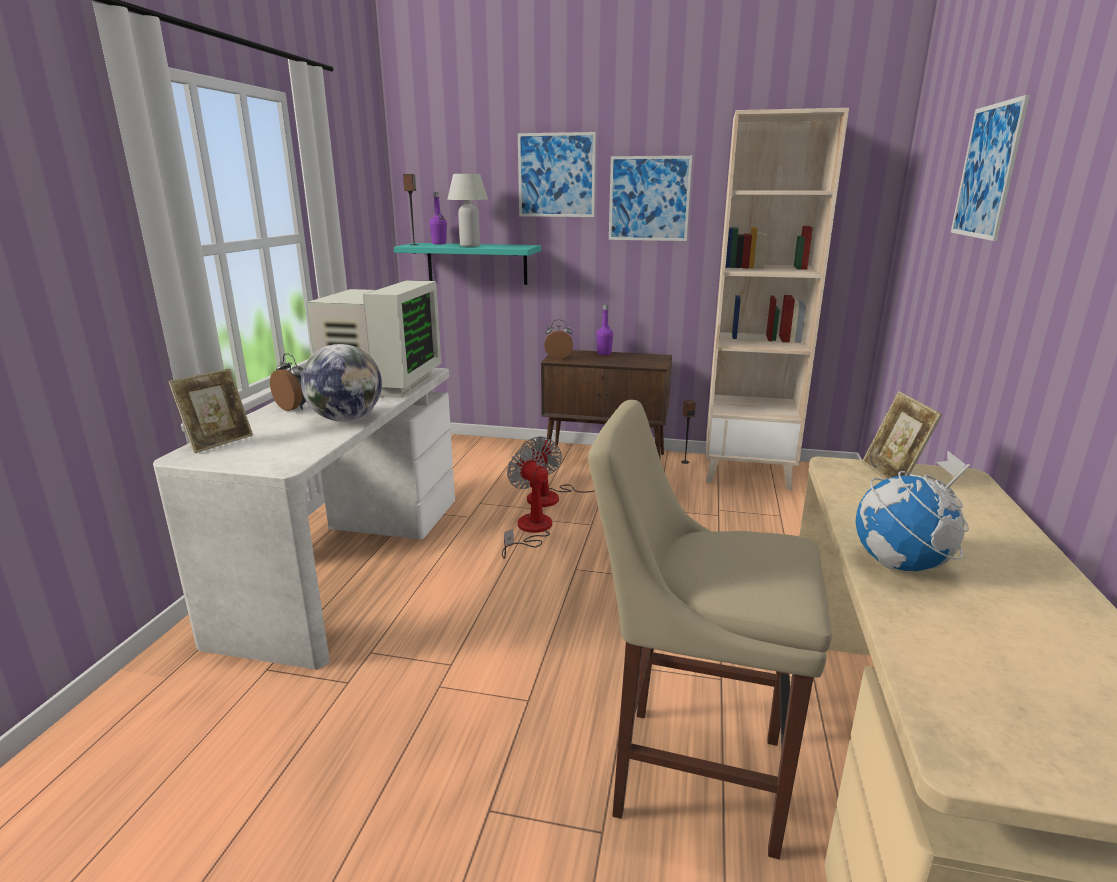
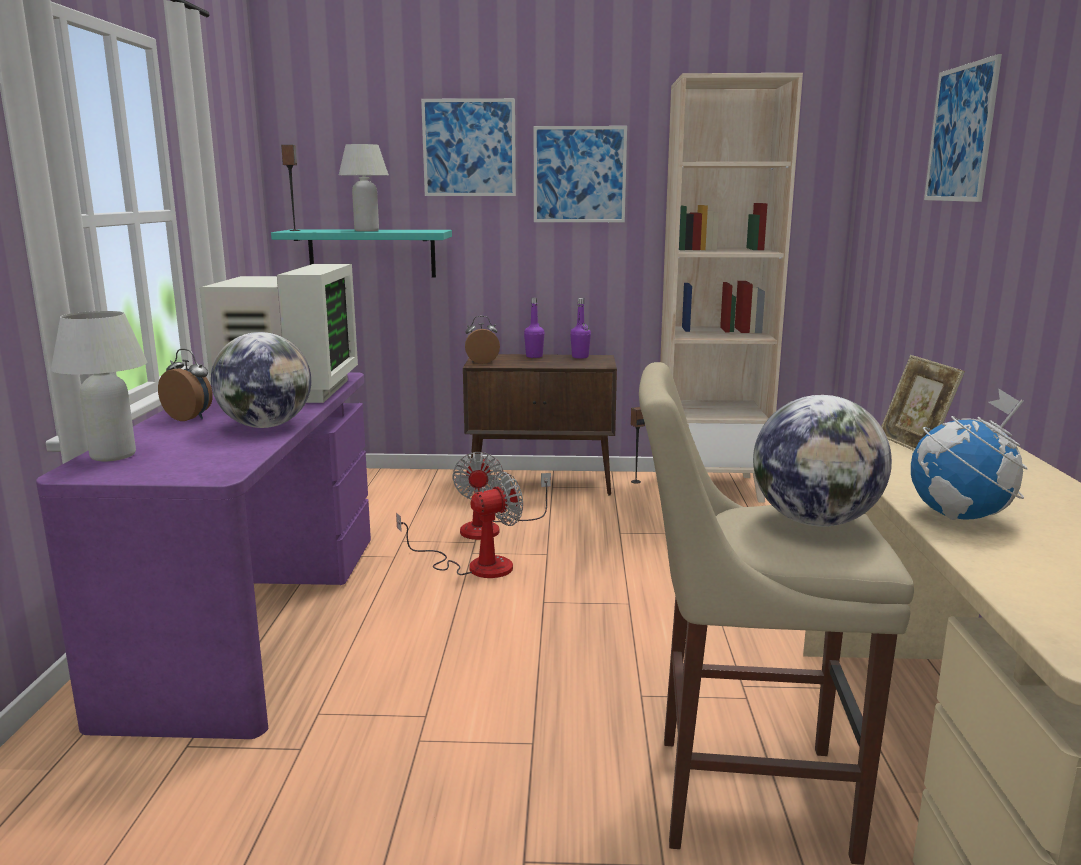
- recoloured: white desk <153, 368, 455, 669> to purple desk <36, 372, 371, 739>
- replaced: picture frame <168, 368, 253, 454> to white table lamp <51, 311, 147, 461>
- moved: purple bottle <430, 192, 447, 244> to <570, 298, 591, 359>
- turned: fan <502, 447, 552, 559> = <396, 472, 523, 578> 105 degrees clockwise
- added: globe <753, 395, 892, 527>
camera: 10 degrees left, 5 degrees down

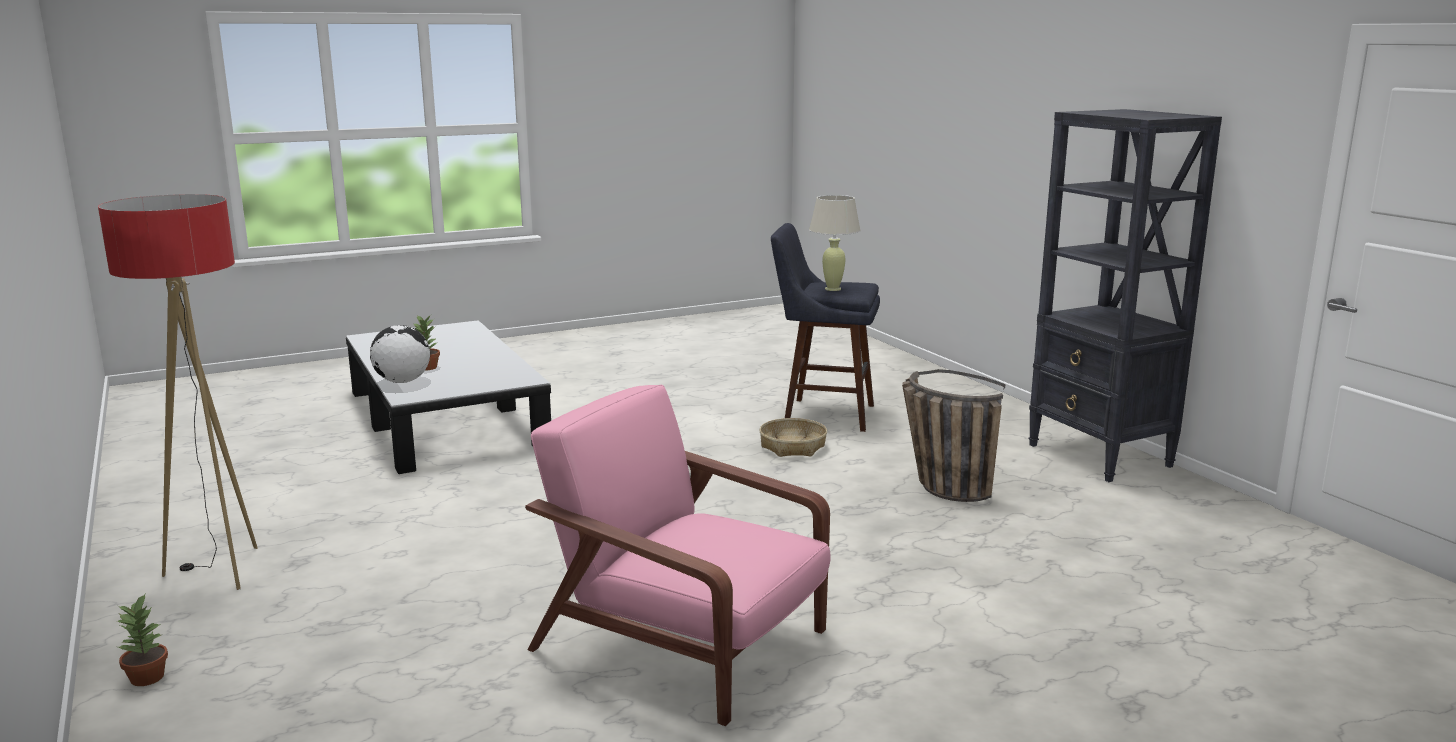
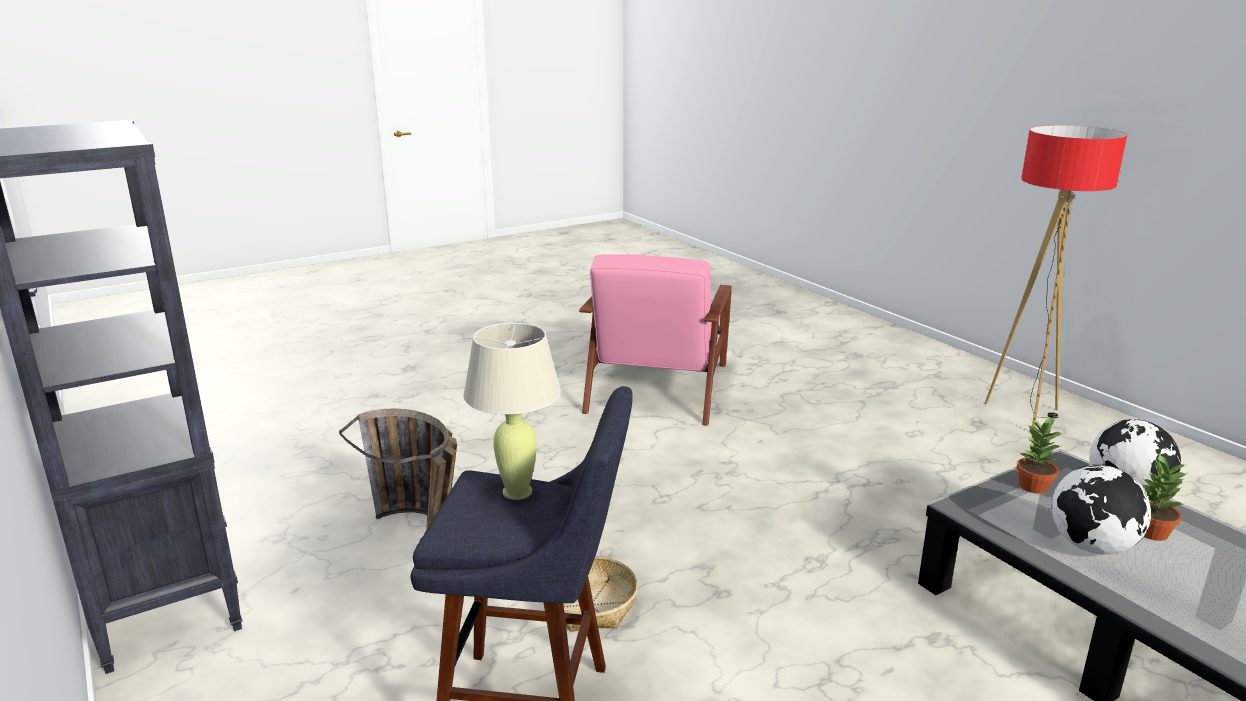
- moved: potted plant <117, 594, 168, 686> to <1017, 416, 1062, 494>
- turned: pink armchair <525, 384, 831, 726> = <579, 254, 732, 426> 75 degrees clockwise
- added: globe <1051, 465, 1151, 555>
camera: 175 degrees right, 5 degrees up

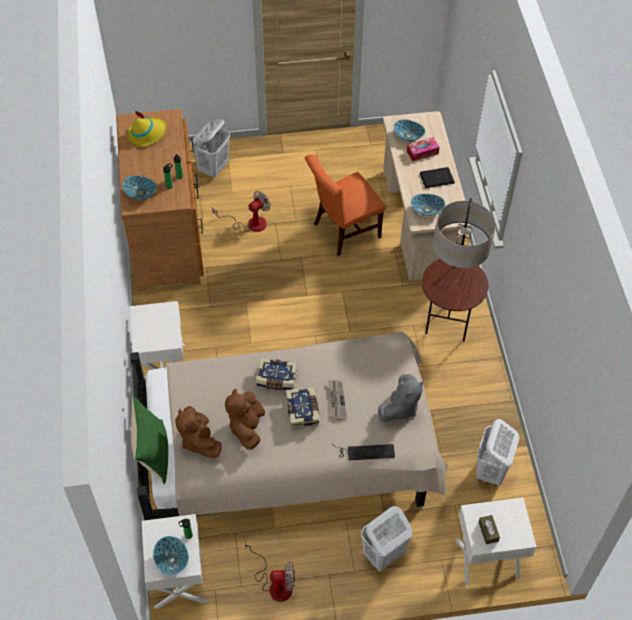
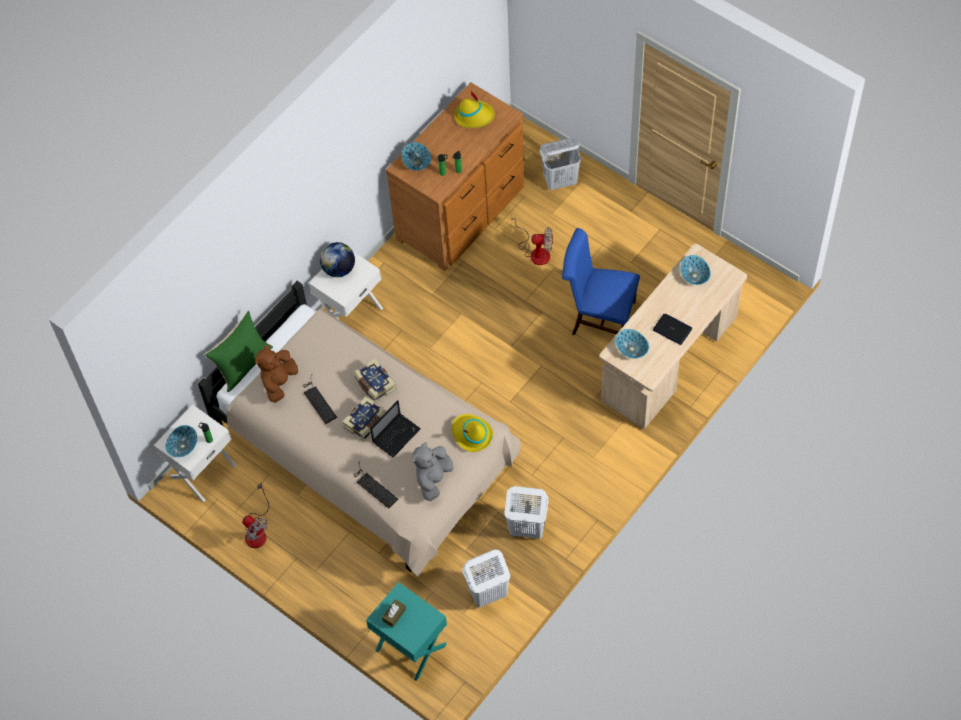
- replaced: brown plush toy <225, 389, 265, 450> to keyboard <303, 375, 337, 424>
- recoloured: orange chair <305, 155, 386, 256> to blue chair <562, 228, 640, 335>
- replaced: newspaper <329, 380, 347, 420> to laptop <370, 400, 421, 458>
- moved: white laundry basket <361, 506, 413, 571> to <504, 486, 549, 539>
- turned: grey plush toy <378, 374, 424, 422> = <412, 442, 454, 501> 120 degrees clockwise
- removed: tissue box <407, 137, 440, 161>
- removed: floor lamp <422, 198, 496, 342>
- recoloured: white nightstand <456, 497, 537, 586> to turquoise nightstand <366, 582, 447, 681>
- added: globe <320, 242, 355, 277>
- added: yellow hat <451, 414, 493, 452>
camera: 50 degrees right, 5 degrees up

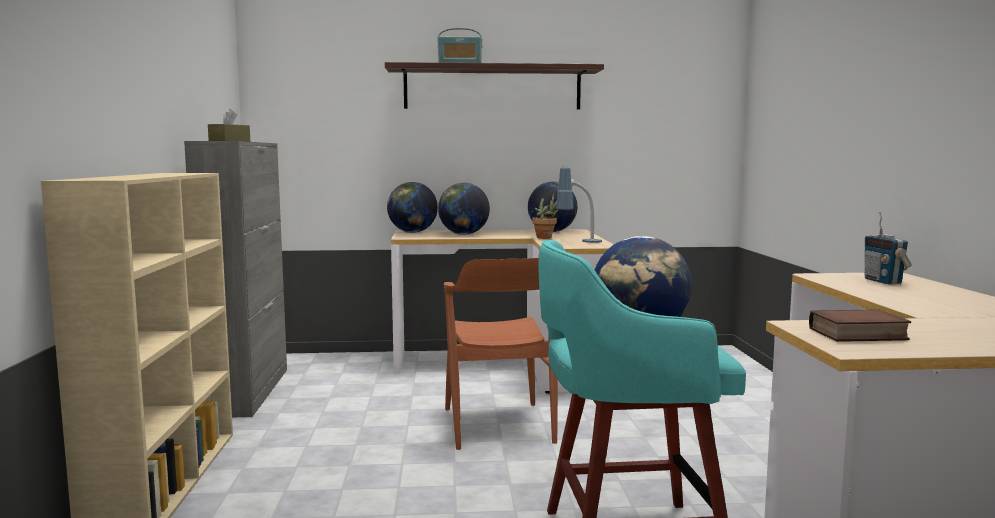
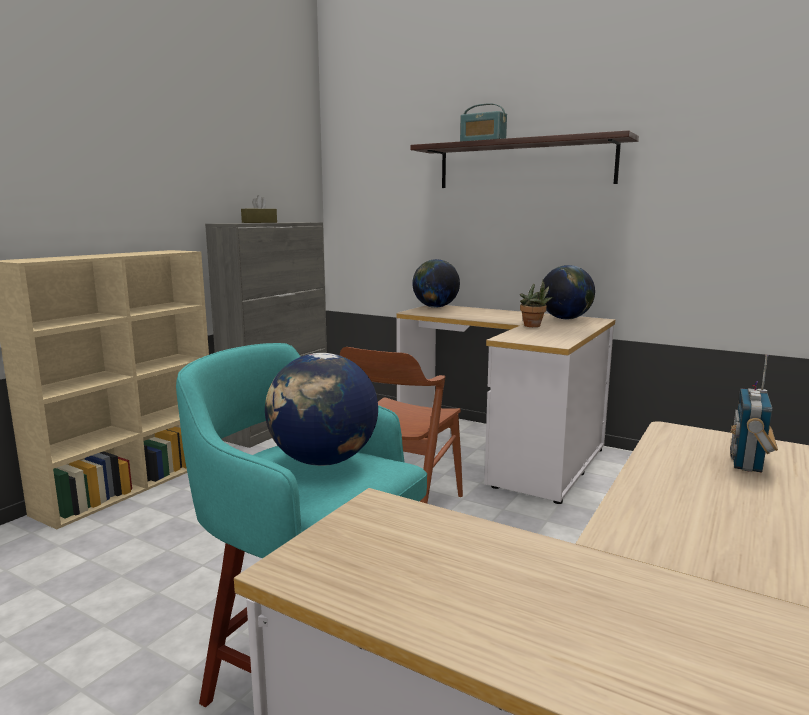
- removed: globe <438, 183, 490, 235>
- removed: table lamp <556, 166, 602, 243>
- removed: book <809, 309, 911, 342>
camera: 35 degrees right, 5 degrees up

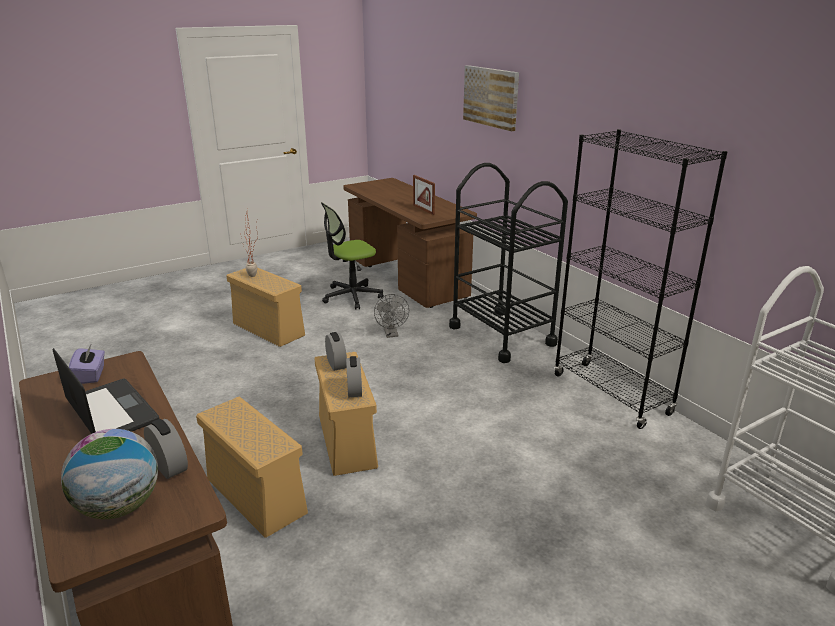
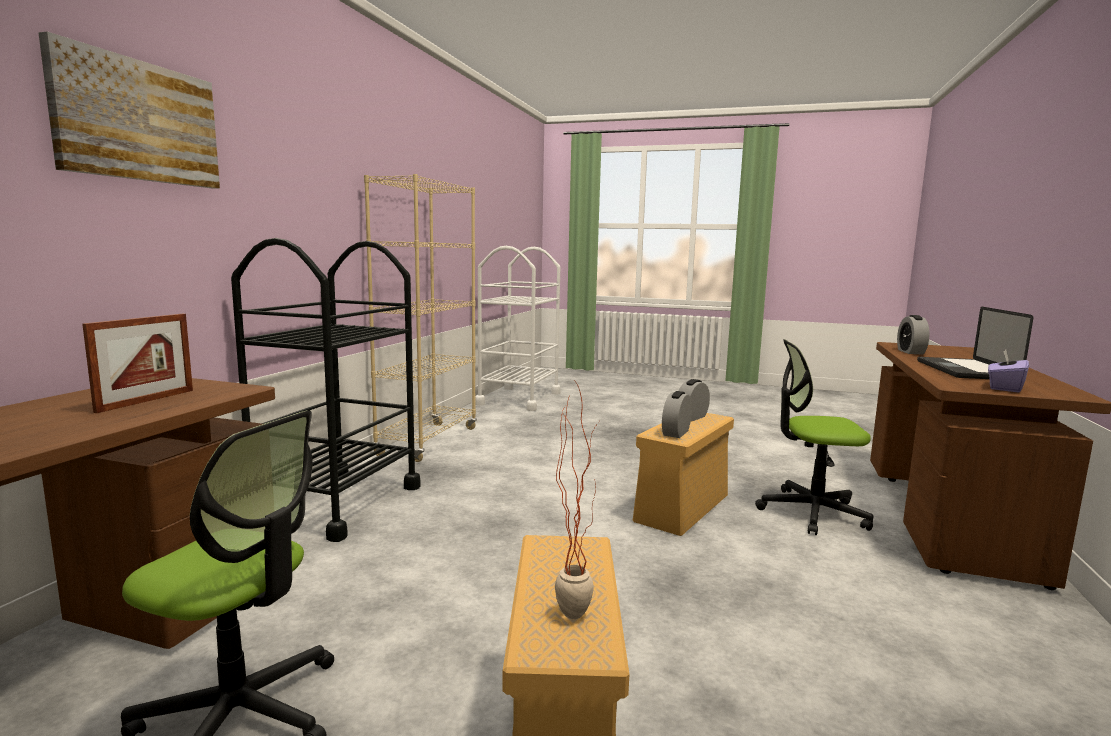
- removed: globe <61, 429, 158, 519>
- replaced: beige storage box <196, 397, 308, 538> to office chair <755, 339, 873, 535>
- removed: grey fan <374, 294, 409, 338>
- recoloured: black bookcase <554, 129, 727, 429> to beige bookcase <364, 174, 477, 462>
camera: 130 degrees left, 15 degrees down

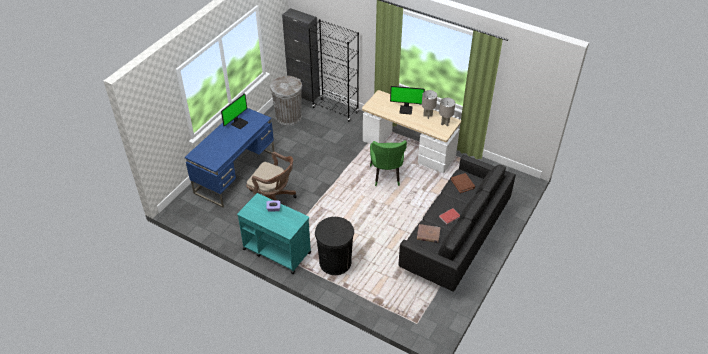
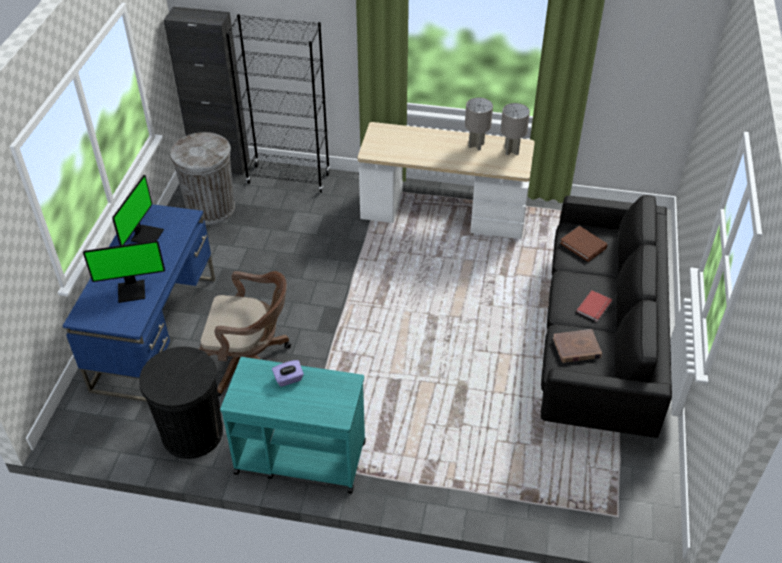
- moved: black trash can <315, 217, 354, 275> to <139, 346, 223, 459>
- removed: green chair <370, 140, 407, 186>
- moved: monitor <390, 86, 425, 115> to <83, 240, 165, 303>
camera: 20 degrees left, 0 degrees up

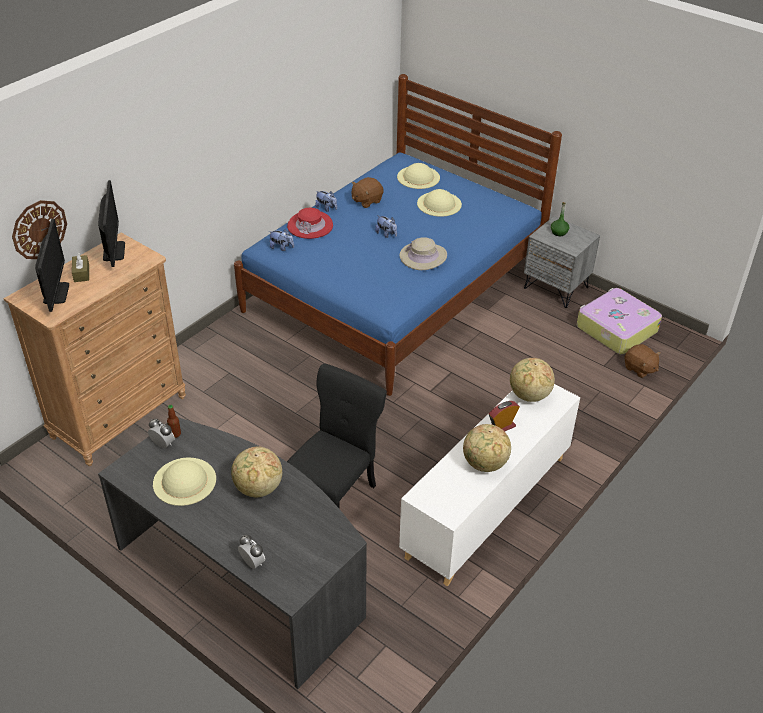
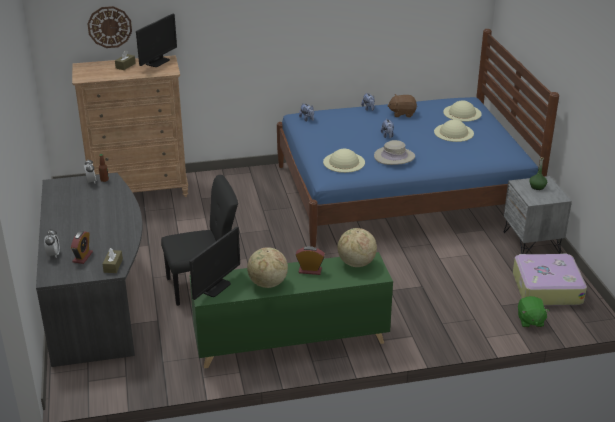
- moved: monitor <35, 219, 69, 312> to <189, 227, 240, 300>
- moved: beige hat <153, 457, 216, 506> to <323, 149, 365, 173>
- removed: globe <231, 446, 282, 497>
- removed: red hat <287, 208, 333, 239>
- recoloured: white cabinet <399, 384, 580, 586> to green cabinet <189, 252, 393, 369>
- recoloured: brown plush toy <624, 344, 661, 378> to green plush toy <518, 296, 549, 328>
- added: alarm clock <71, 231, 93, 264>
- added: brown tissue box <103, 248, 123, 273>
camera: 40 degrees right, 10 degrees down

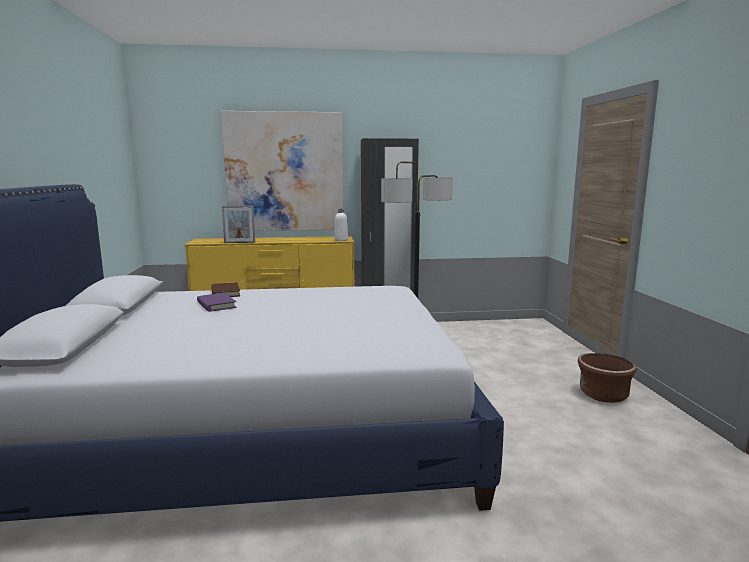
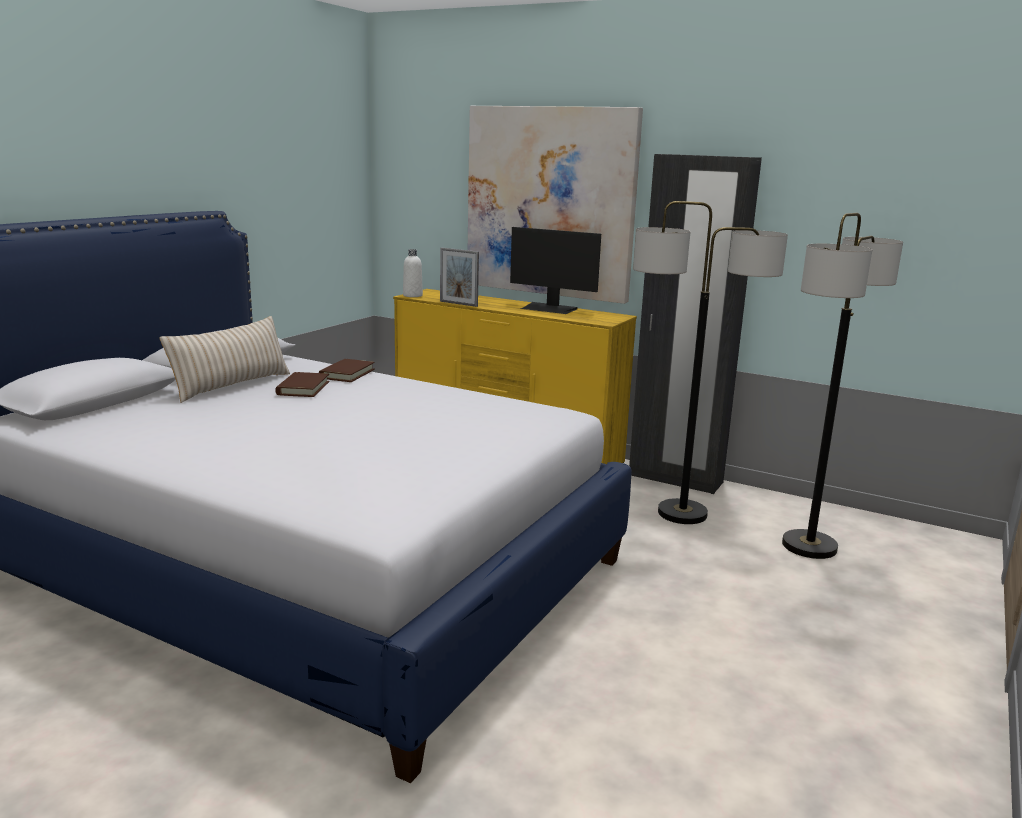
- recoloured: purple book <197, 293, 237, 312> to brown book <275, 372, 329, 397>
- moved: white bottle <334, 208, 348, 241> to <403, 249, 423, 297>
- removed: brown planter <578, 353, 637, 403>
- added: beige pillow <159, 316, 290, 403>
- added: monitor <510, 227, 601, 314>
- added: floor lamp <782, 213, 903, 559>
camera: 35 degrees right, 5 degrees up

